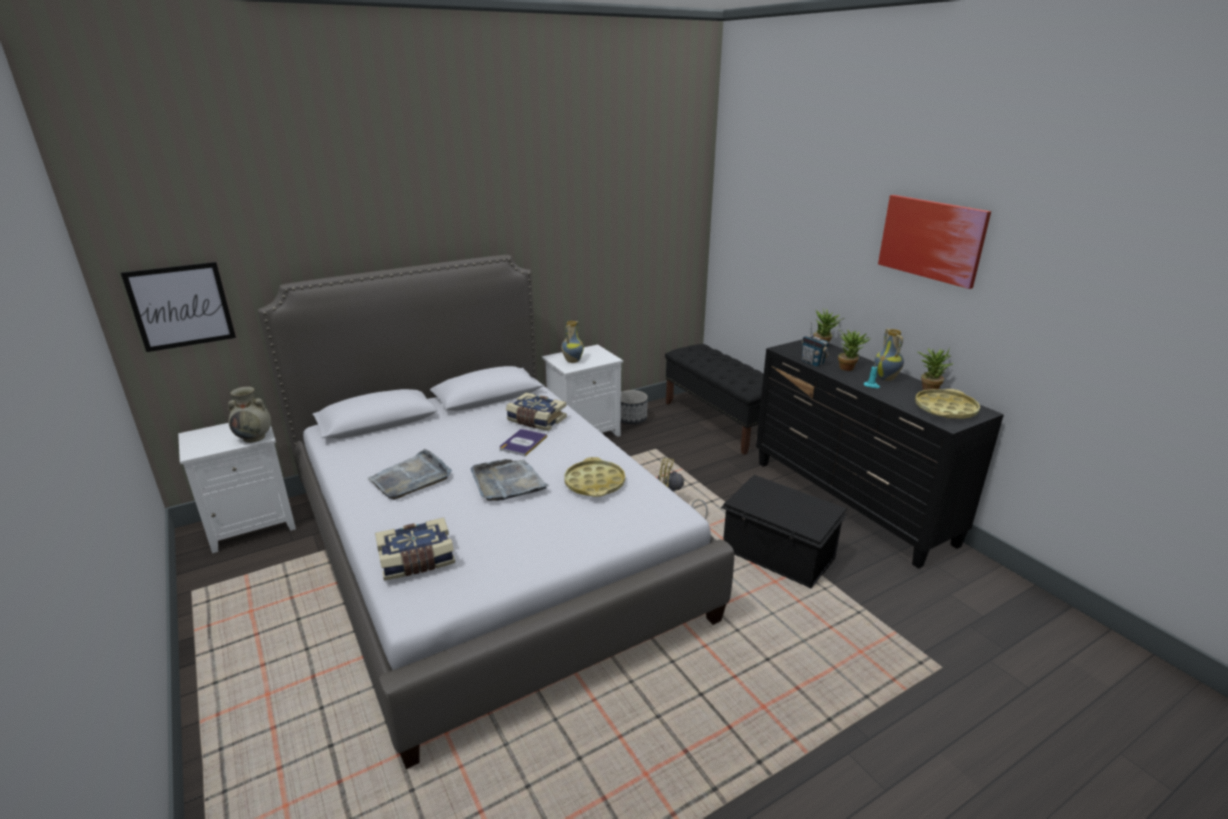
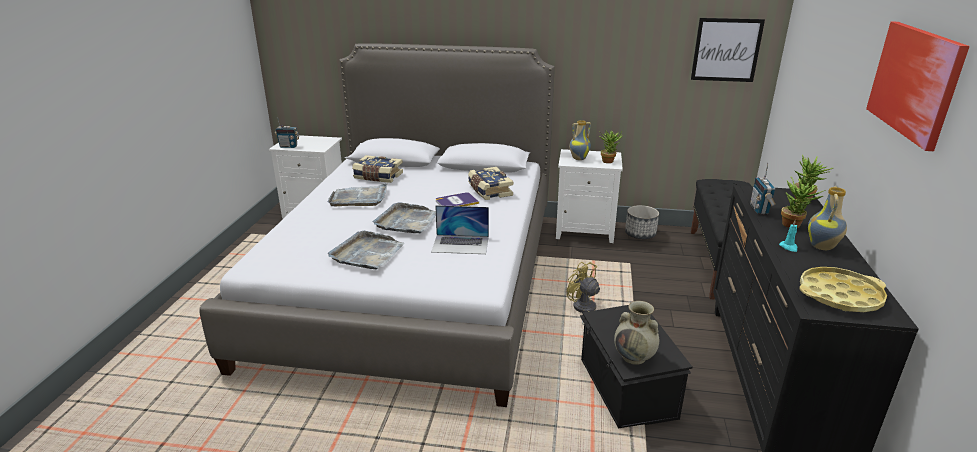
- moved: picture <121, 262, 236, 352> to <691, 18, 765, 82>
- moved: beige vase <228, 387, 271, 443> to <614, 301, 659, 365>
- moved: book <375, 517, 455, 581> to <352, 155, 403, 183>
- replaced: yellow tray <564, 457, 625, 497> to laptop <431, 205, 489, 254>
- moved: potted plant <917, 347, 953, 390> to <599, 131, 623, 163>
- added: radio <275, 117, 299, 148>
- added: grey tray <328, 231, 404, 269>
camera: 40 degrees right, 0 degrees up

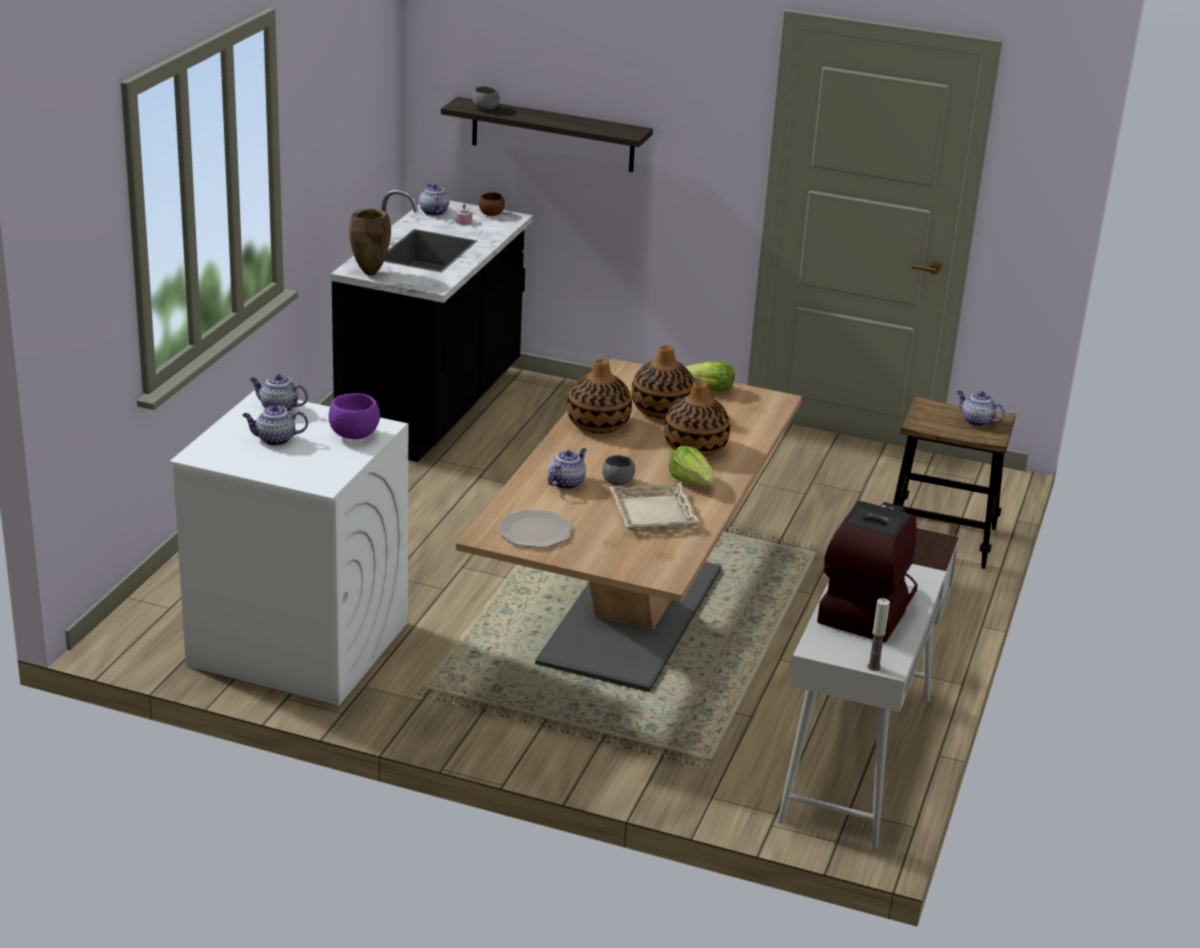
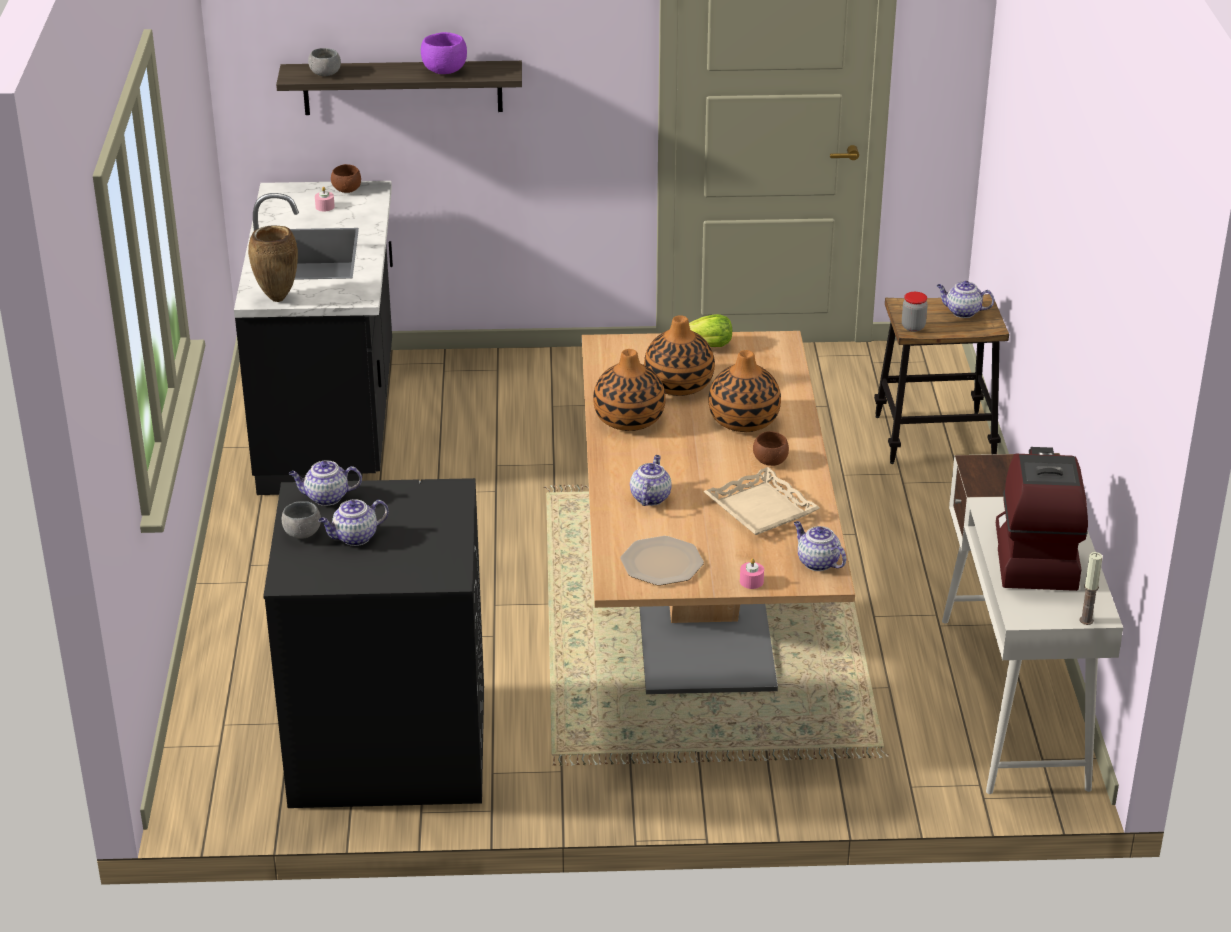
- recoloured: white washing machine <170, 391, 408, 706> to black washing machine <263, 478, 484, 808>
- moved: purple bowl <329, 393, 380, 439> to <421, 32, 467, 74>
- moved: teapot <419, 184, 449, 216> to <794, 521, 846, 571>
- moved: grey bowl <602, 455, 635, 486> to <282, 501, 321, 539>
- replaced: lettuce <669, 446, 714, 486> to brown bowl <753, 431, 789, 466>
- added: pink candle <740, 558, 764, 589>
- added: jar <902, 292, 928, 332>
camera: 20 degrees left, 5 degrees up

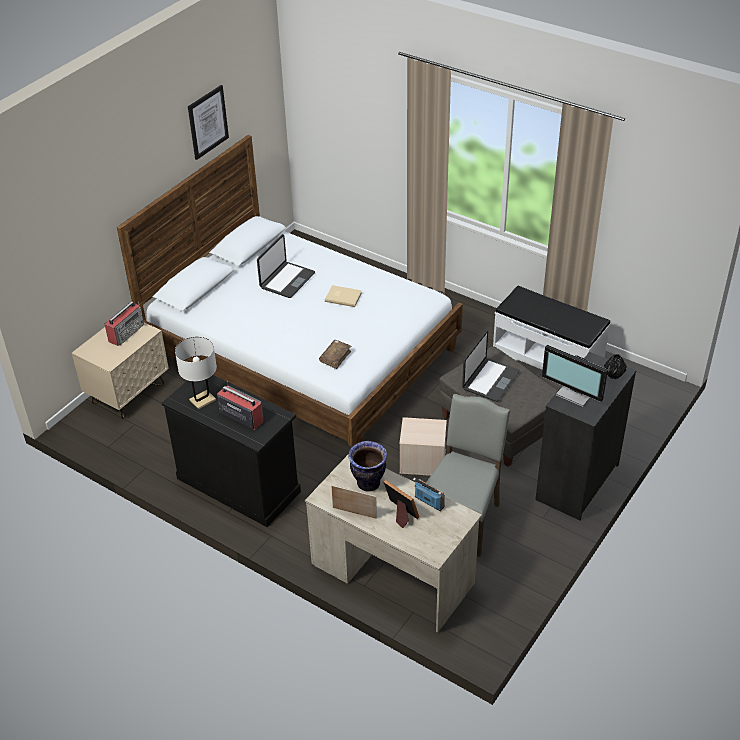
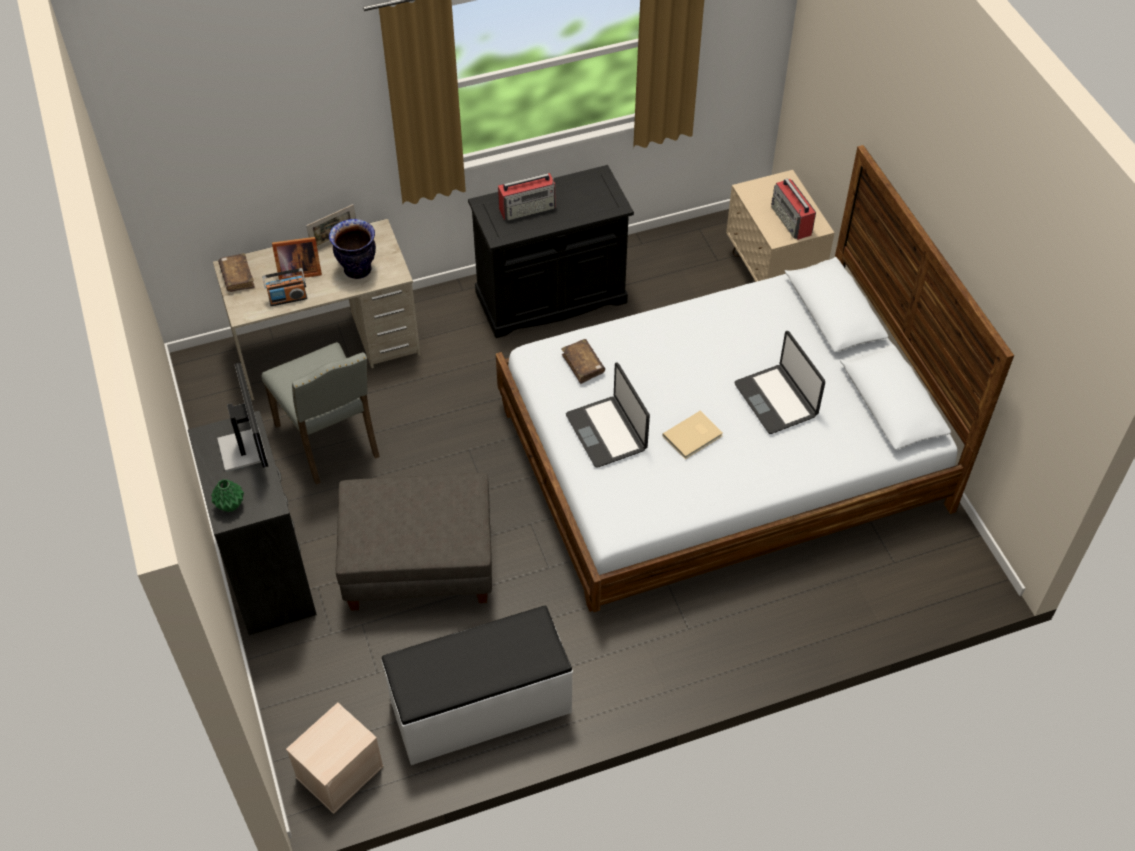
- removed: white table lamp <175, 337, 217, 410>
- removed: picture <188, 85, 229, 160>
- moved: beige storage box <399, 417, 447, 476> to <286, 702, 384, 814>
- moved: laptop <462, 331, 520, 402> to <566, 363, 650, 468>
- turned: monitor <542, 345, 608, 407> = <217, 363, 268, 472> 90 degrees clockwise
- recoloured: black vase <604, 354, 627, 379> to green vase <211, 479, 244, 512>
- added: brown book <218, 253, 255, 292>
camera: 125 degrees right, 10 degrees up

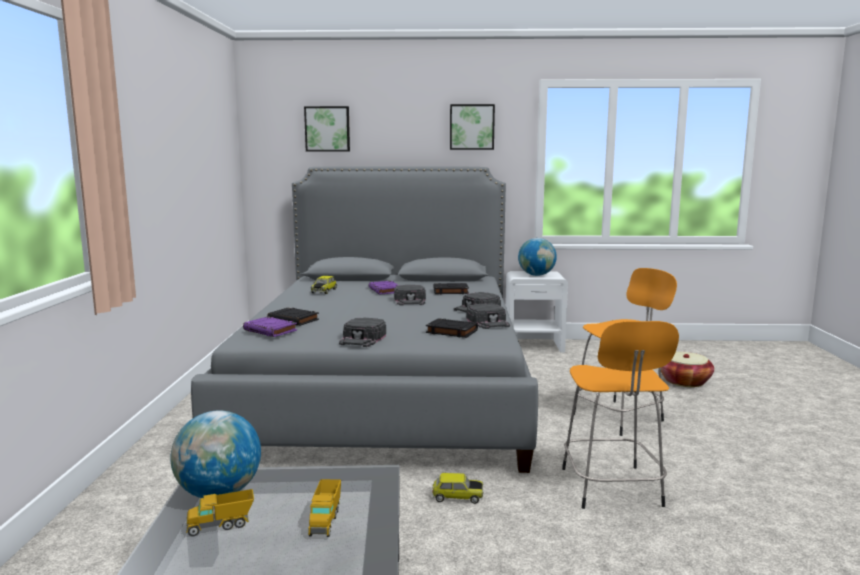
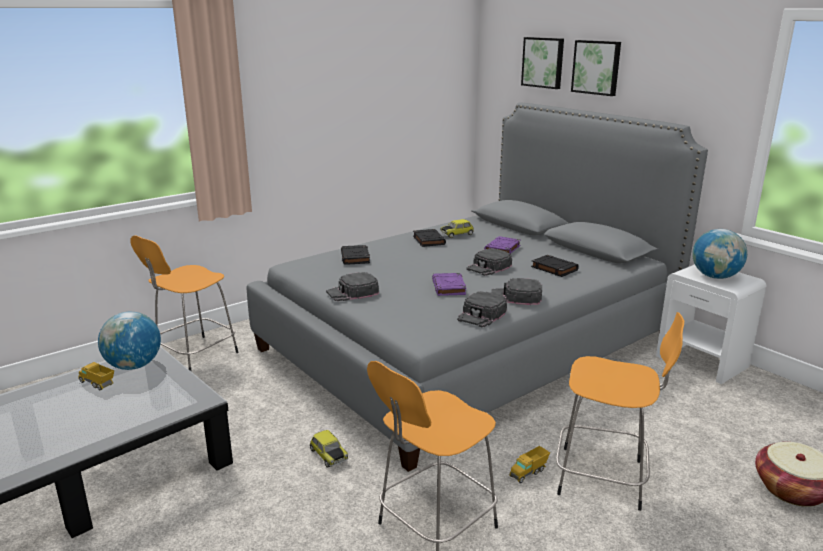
- moved: purple book <243, 316, 297, 337> to <432, 273, 466, 296>
- moved: toy truck <308, 479, 341, 537> to <509, 446, 550, 483>
- moved: black book <426, 318, 478, 338> to <413, 229, 446, 247>
- moved: picture <450, 104, 495, 150> to <571, 40, 621, 96>
- added: orange stool <130, 235, 238, 372>
camera: 50 degrees right, 10 degrees up

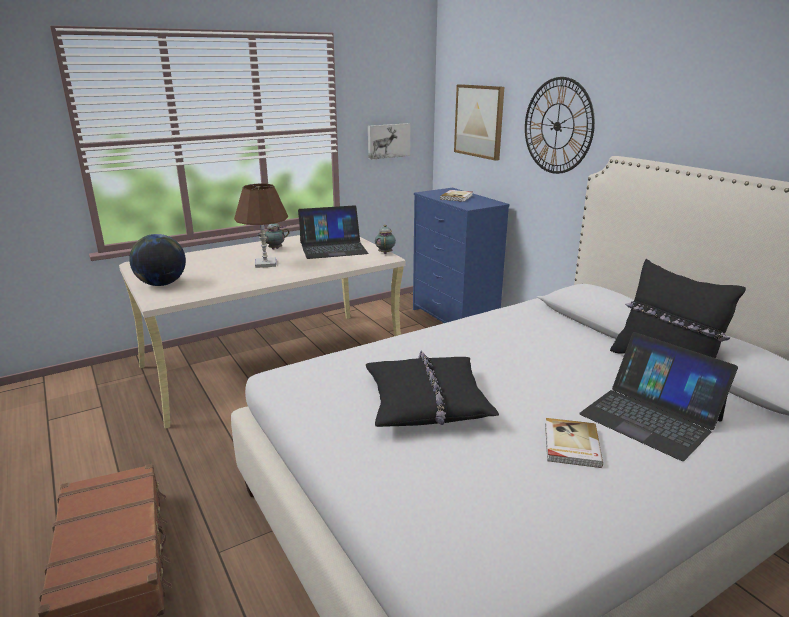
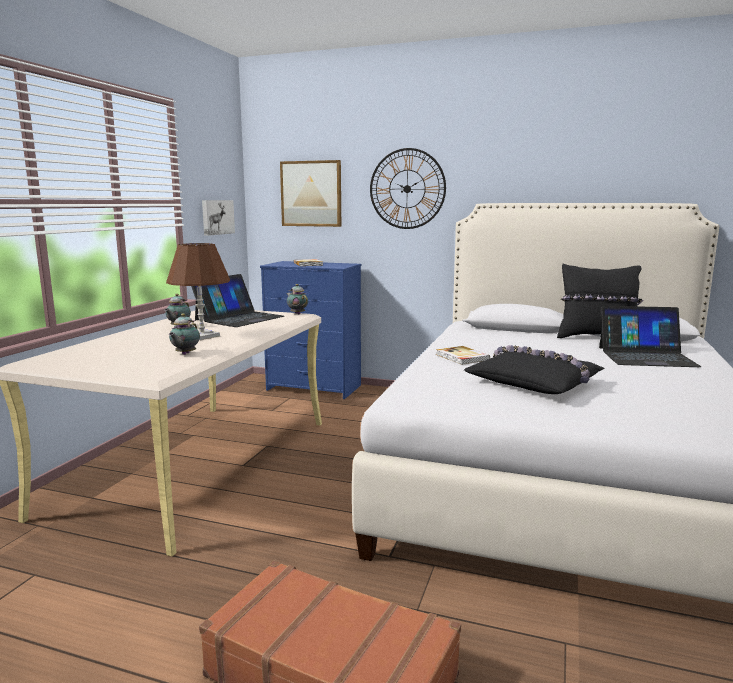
- removed: globe <129, 234, 186, 286>
- moved: book <545, 418, 603, 468> to <436, 346, 490, 365>
- added: teapot <169, 313, 200, 355>
camera: 40 degrees left, 10 degrees down

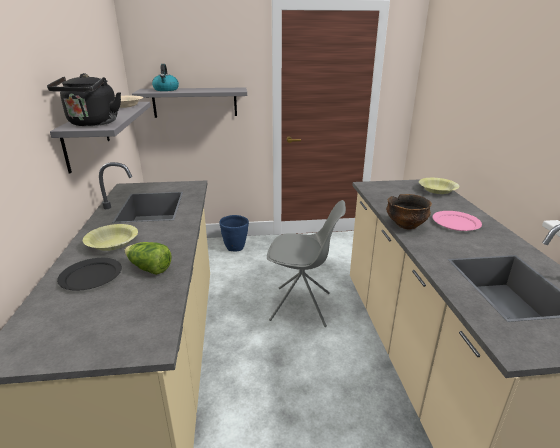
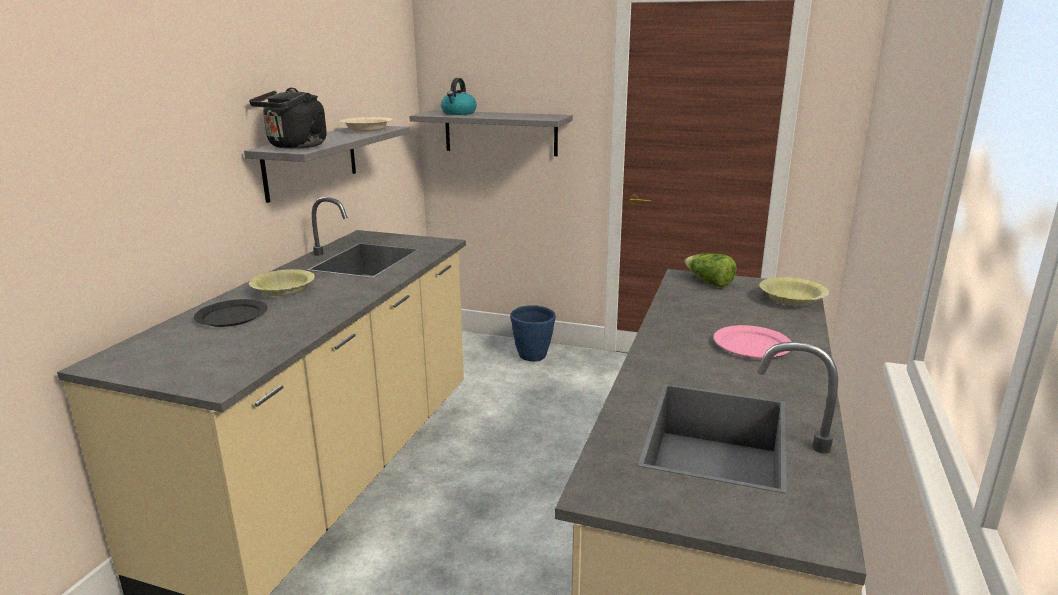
- moved: lettuce <124, 242, 172, 275> to <685, 253, 737, 287>
- removed: grey chair <267, 200, 346, 327>
- removed: bowl <386, 194, 432, 229>
camera: 25 degrees right, 5 degrees down

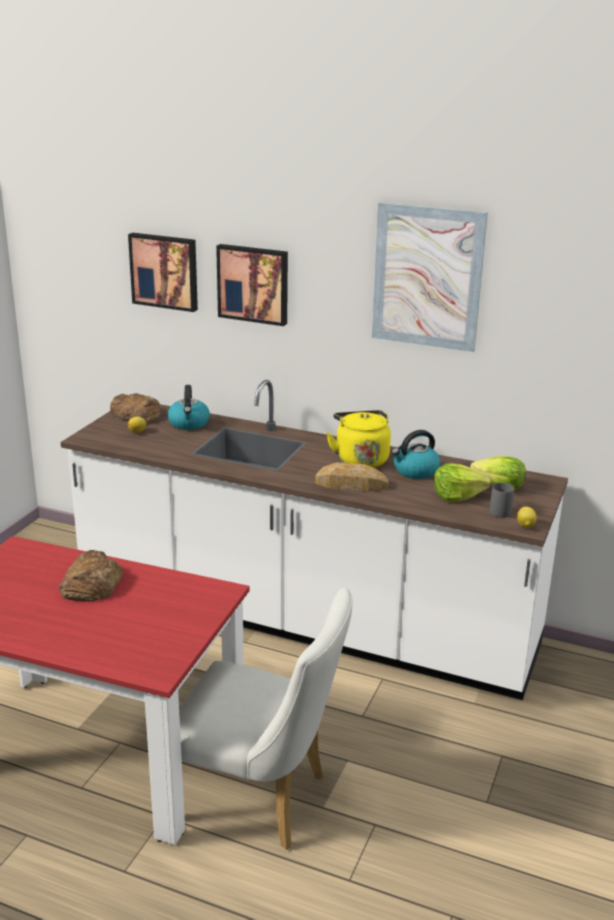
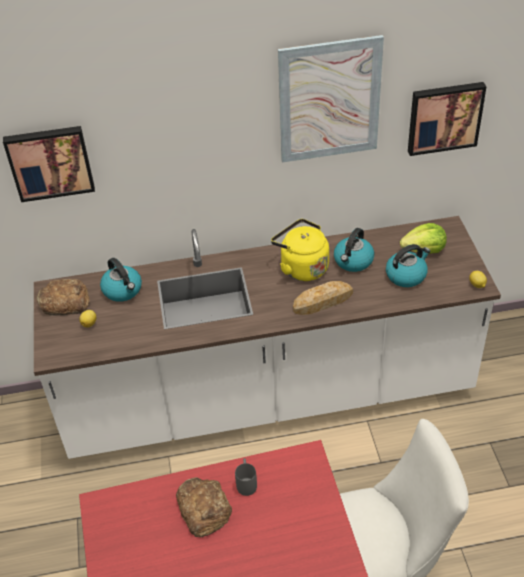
- moved: picture <216, 244, 288, 326> to <408, 82, 486, 156>
- replaced: lettuce <434, 463, 491, 502> to kettle <386, 244, 430, 287>
- moved: grey mug <490, 483, 514, 518> to <235, 458, 257, 496>
camera: 30 degrees left, 20 degrees up

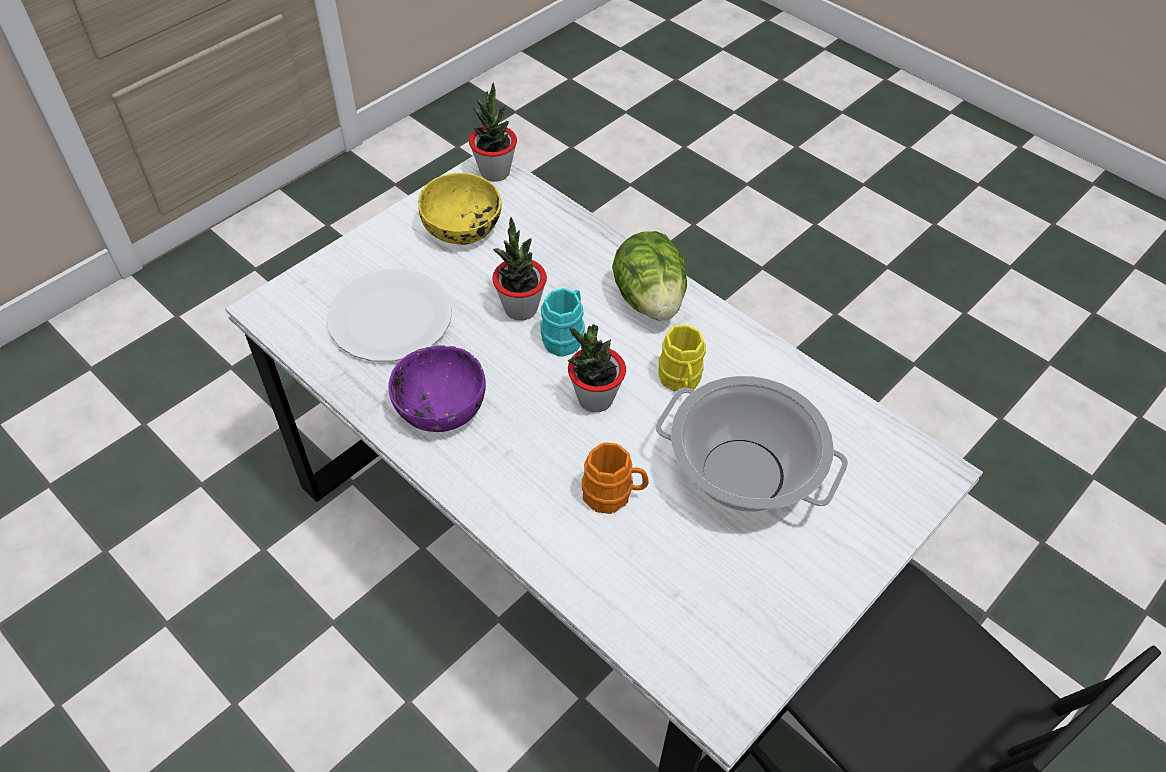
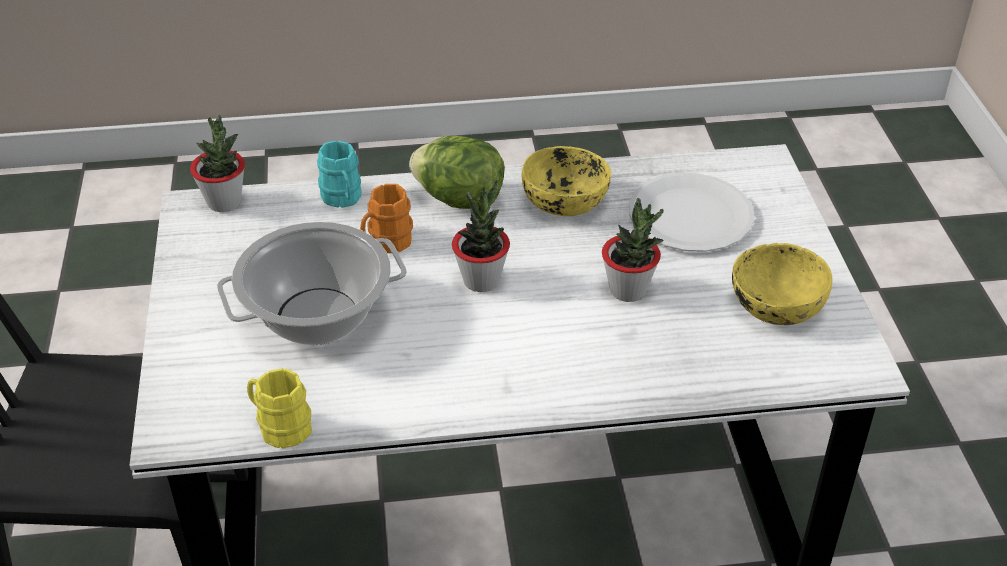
- recoloured: purple bowl <388, 345, 486, 432> to yellow bowl <522, 146, 611, 216>
- moved: potted plant <469, 83, 517, 182> to <190, 115, 245, 212>
- moved: turquoise mug <540, 288, 585, 357> to <317, 141, 362, 208>
- moved: lettuce <612, 231, 687, 321> to <409, 136, 505, 209>
- moved: yellow mug <658, 324, 706, 392> to <247, 368, 312, 449>
camera: 130 degrees right, 10 degrees down

